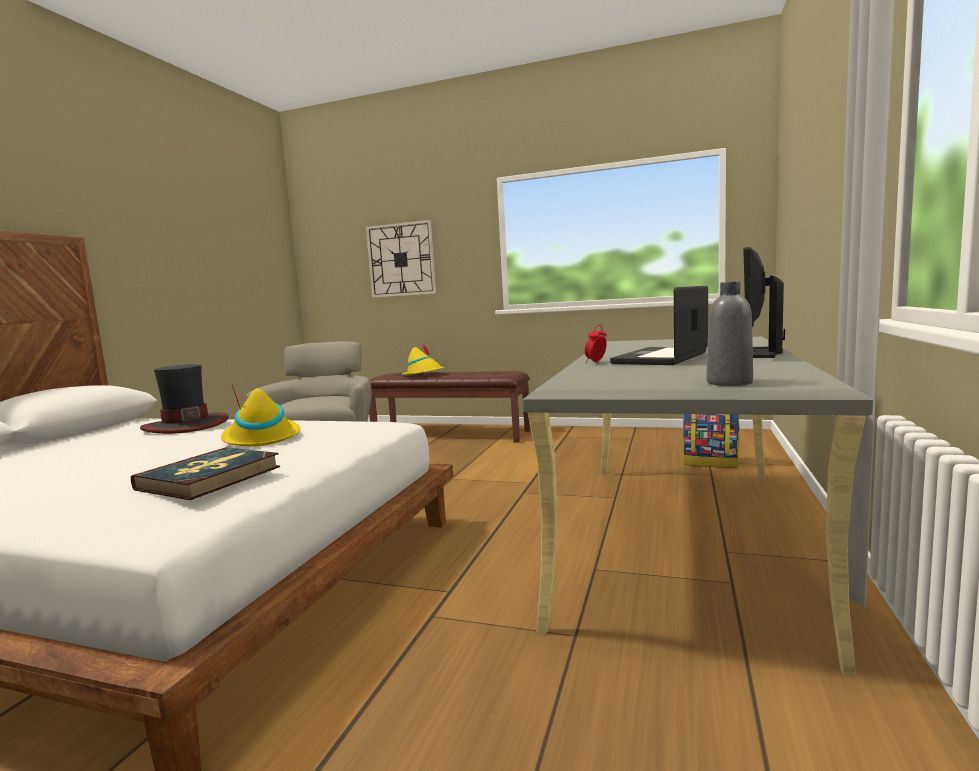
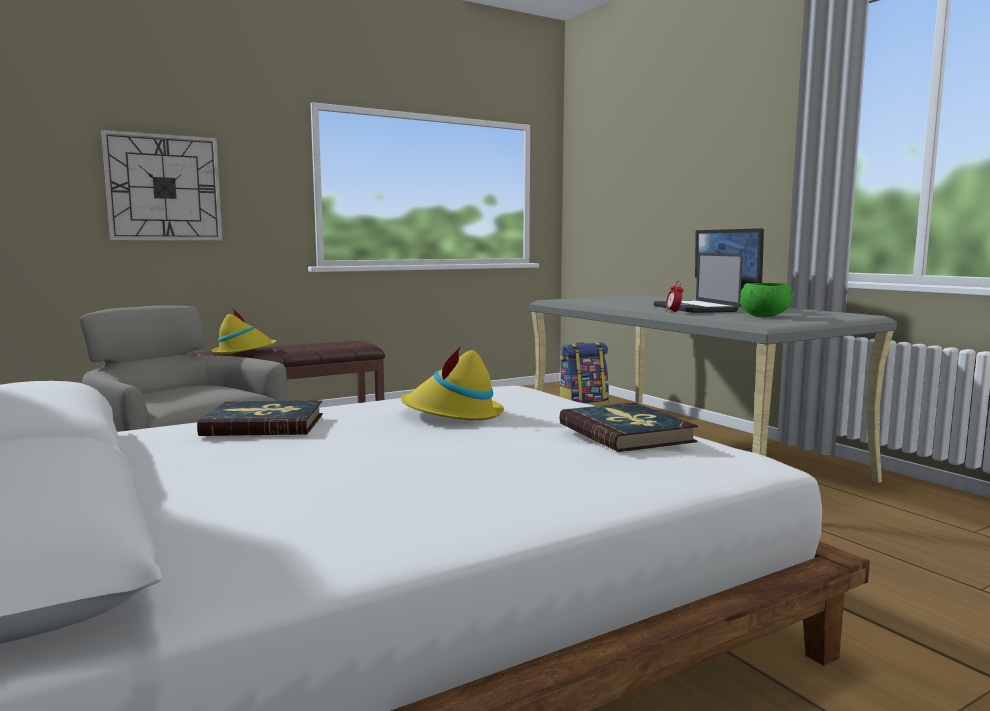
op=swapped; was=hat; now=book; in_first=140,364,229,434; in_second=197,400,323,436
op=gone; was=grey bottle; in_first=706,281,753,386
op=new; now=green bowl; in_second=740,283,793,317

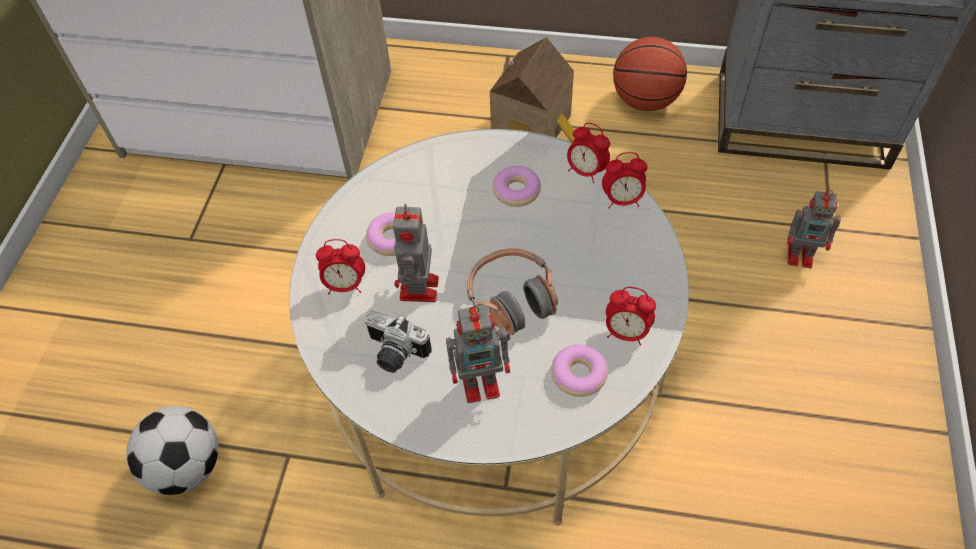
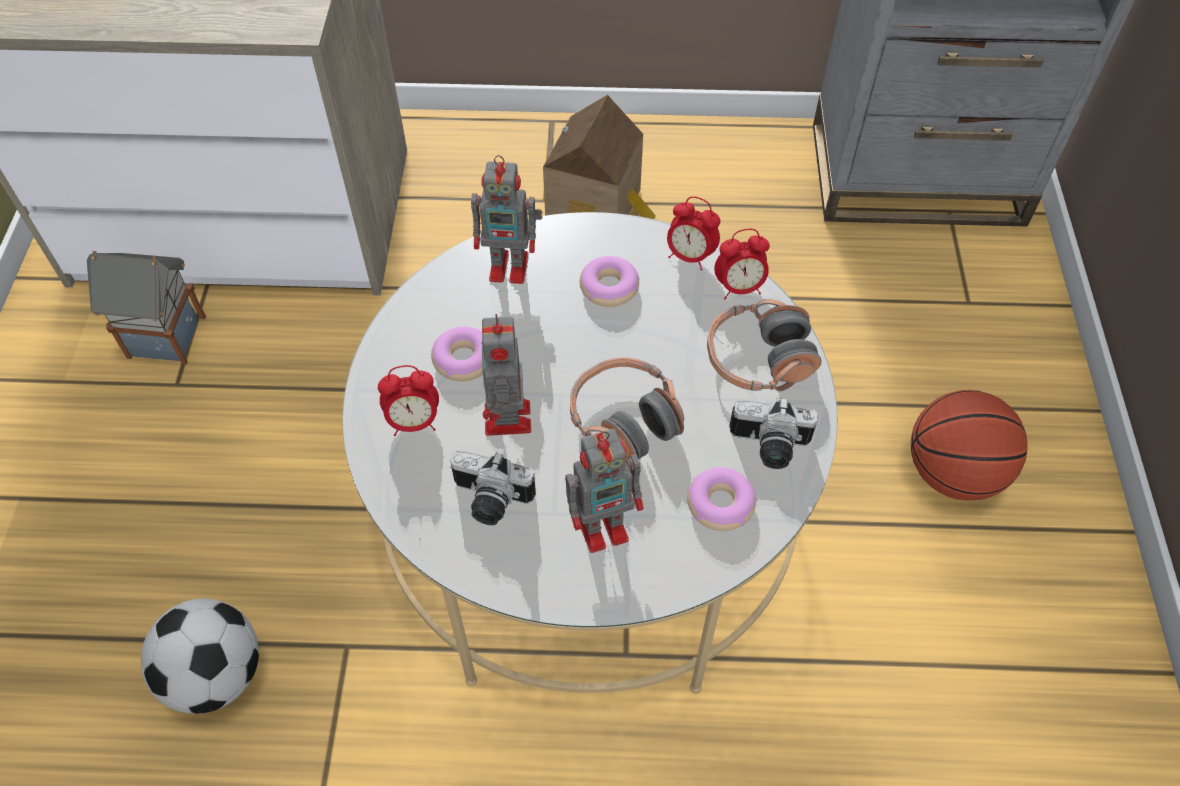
op=swapped; was=alarm clock; now=photo camera; in_first=606,287,656,346; in_second=729,397,818,469
op=shifted; was=basketball; in_first=613,37,687,111; in_second=911,390,1028,501
op=shifted; was=toy robot; in_first=787,190,841,268; in_second=471,155,543,284
op=new; now=toy house; in_second=87,251,206,365
op=new; now=headphones; in_second=707,299,822,392

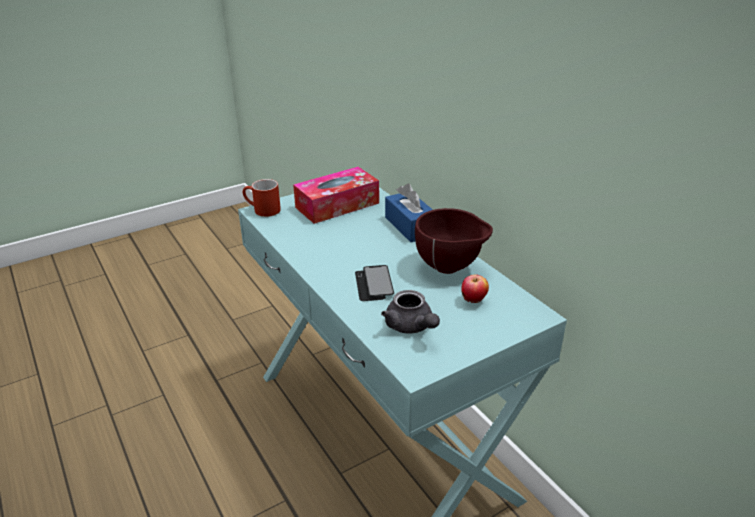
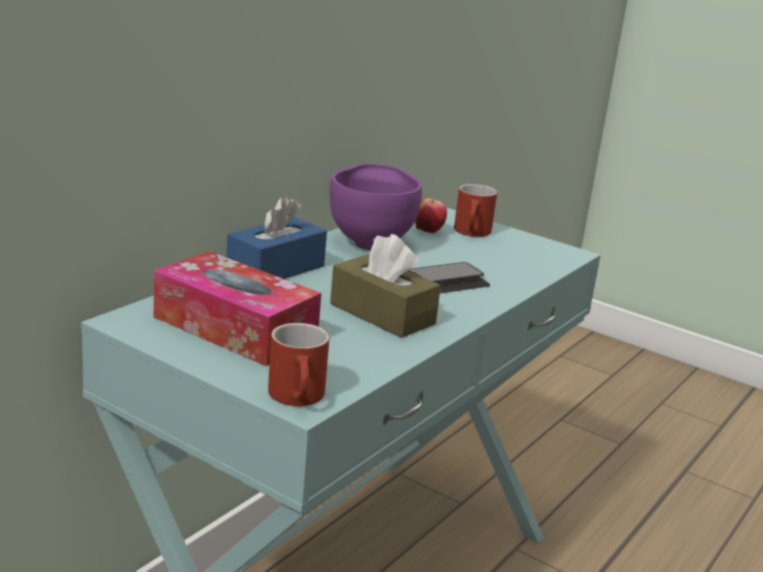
op=gone; was=grey teapot; in_first=381,290,440,334
op=repainted; was=brown bowl; now=purple bowl; in_first=415,208,493,274; in_second=330,163,422,250
op=new; now=brown tissue box; in_second=330,234,441,338
op=new; now=red mug; in_second=454,184,497,237

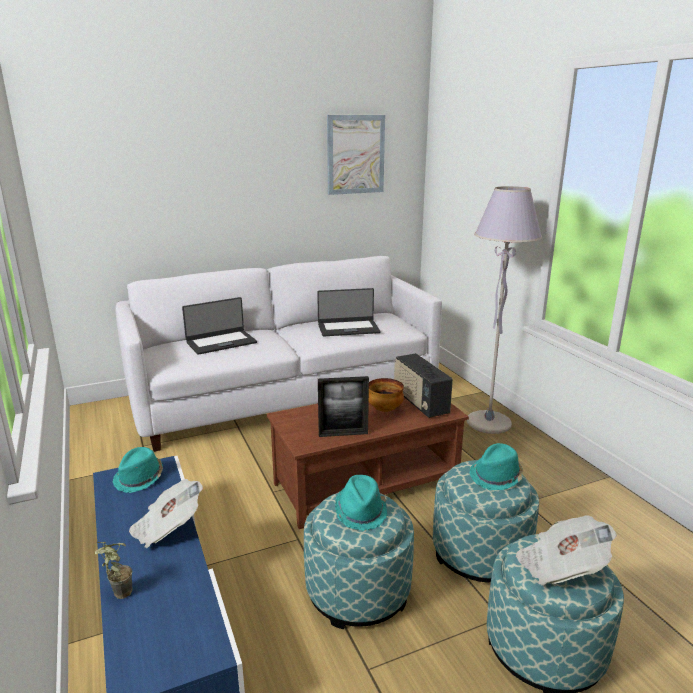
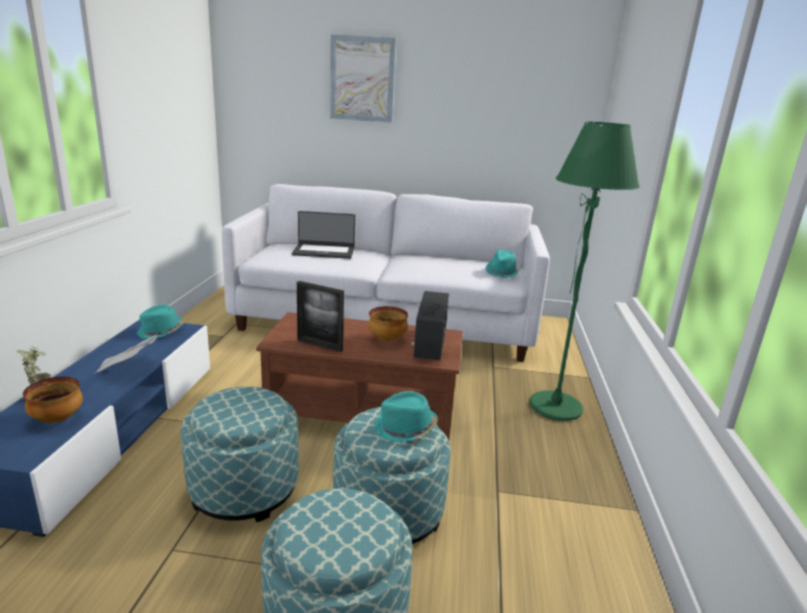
op=gone; was=laptop; in_first=317,288,381,337
op=shifted; was=picture; in_first=327,115,385,195; in_second=330,34,396,123
op=shifted; was=turquoise hat; in_first=335,475,387,531; in_second=485,250,520,278
op=repainted; was=grey floor lamp; now=green floor lamp; in_first=467,186,542,434; in_second=529,122,639,421
op=gone; was=newspaper; in_first=516,515,617,586
op=new; now=bowl; in_second=23,377,83,423

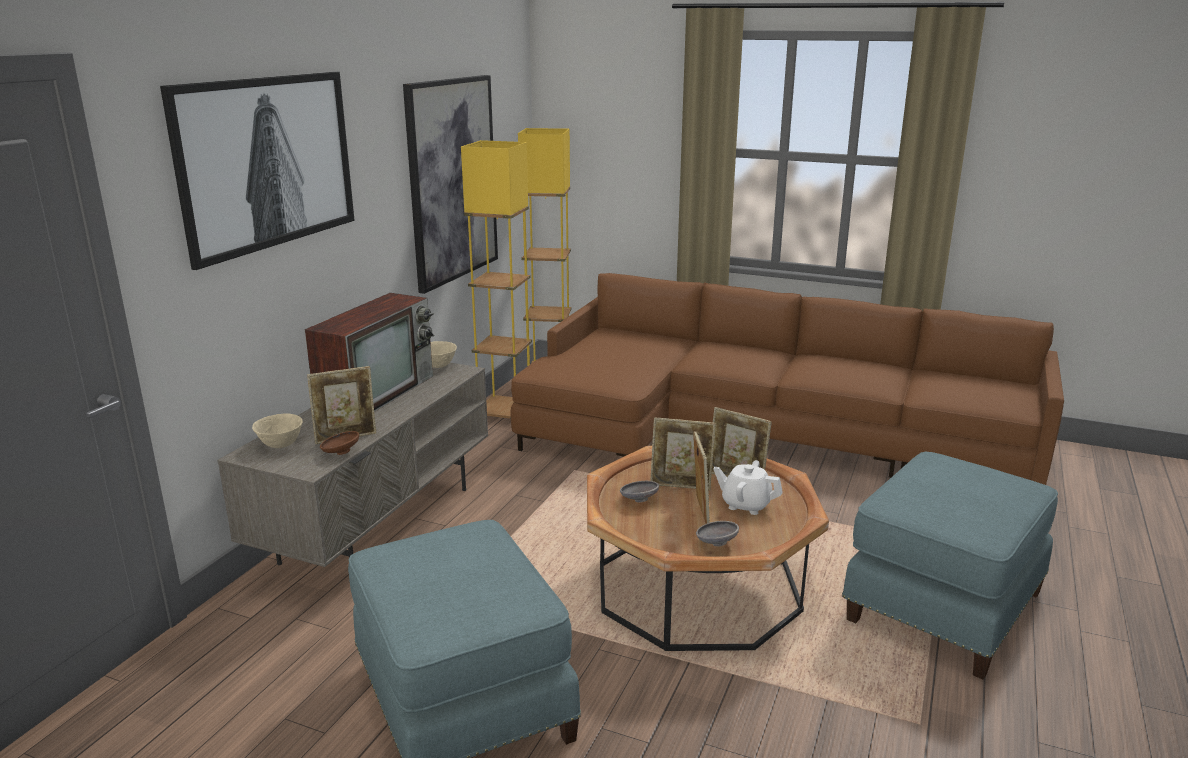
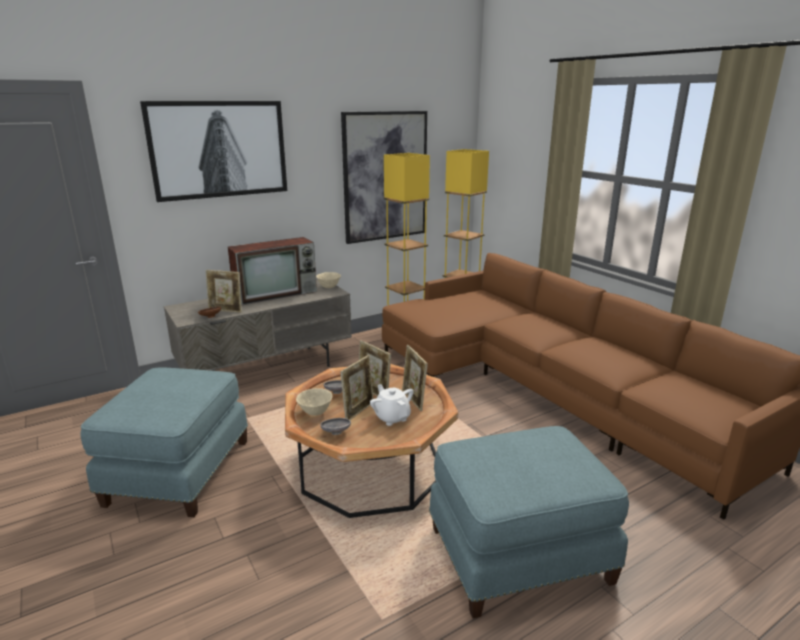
op=shifted; was=beige bowl; in_first=252,414,303,448; in_second=296,388,332,416

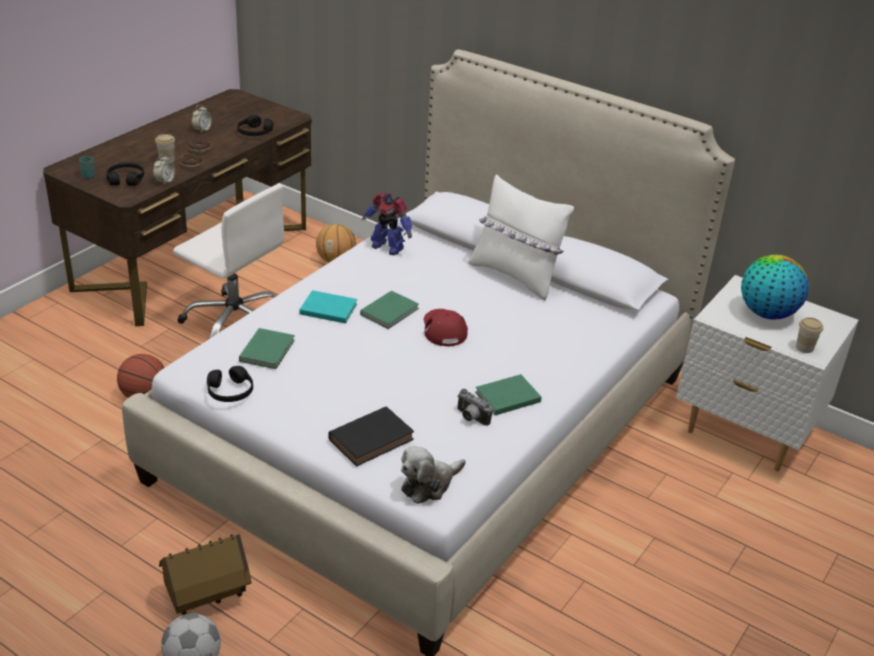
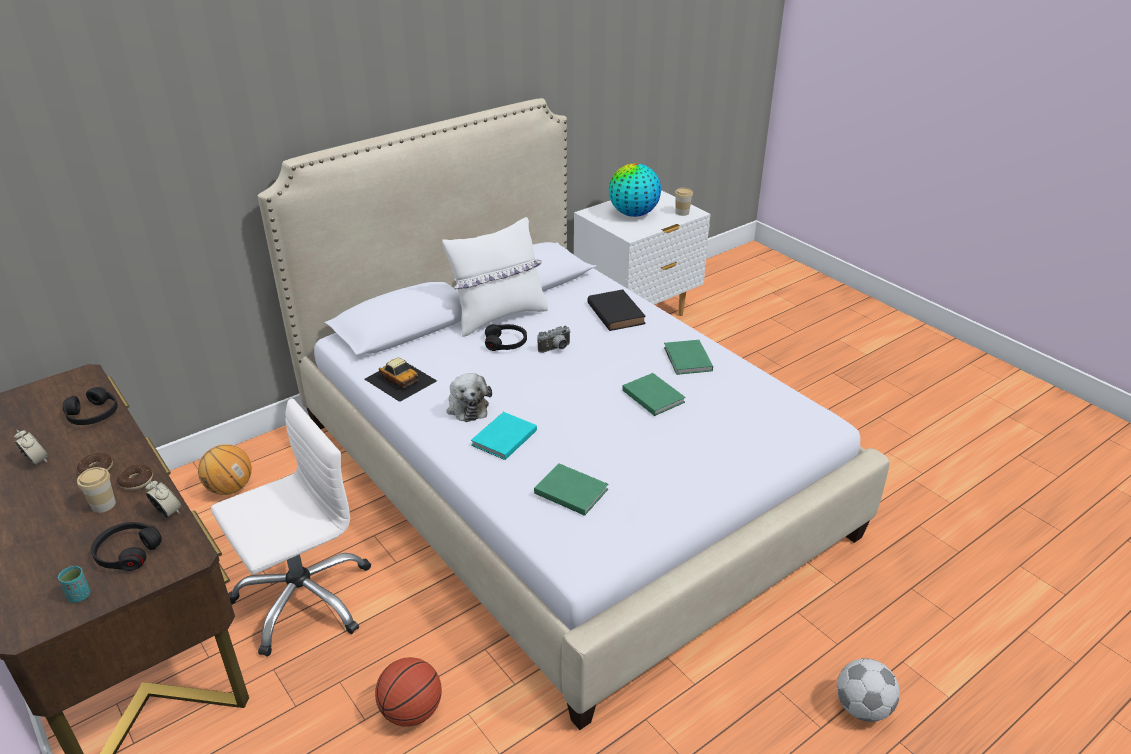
op=gone; was=toy house; in_first=159,534,252,615
op=shifted; was=black headphones; in_first=207,366,253,402; in_second=485,324,527,351
op=shifted; was=black book; in_first=328,406,414,466; in_second=587,290,646,331
op=shifted; was=green book; in_first=360,290,419,329; in_second=622,373,686,416
op=swapped; was=toy robot; now=toy car; in_first=362,192,412,255; in_second=364,358,437,402
op=shifted; was=plush toy; in_first=401,446,465,504; in_second=447,373,492,422
op=gone; was=red cap; in_first=424,309,468,346
op=shifted; was=photo camera; in_first=457,389,493,426; in_second=537,326,571,353

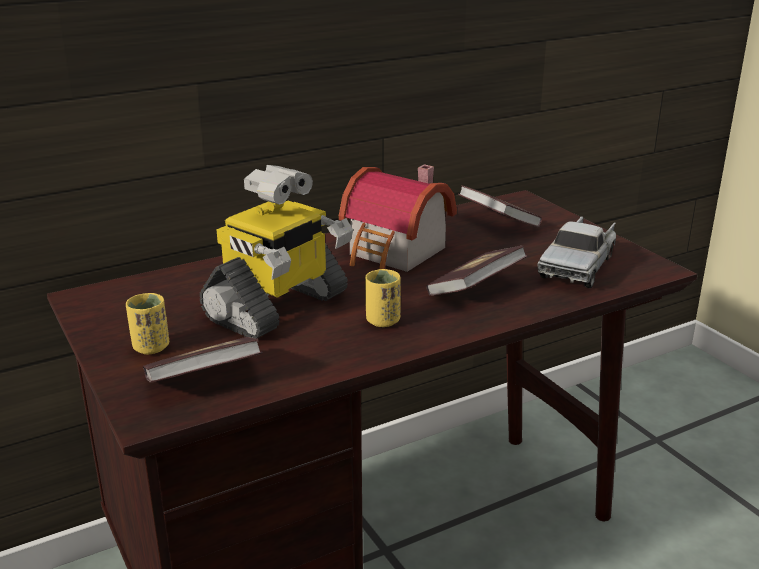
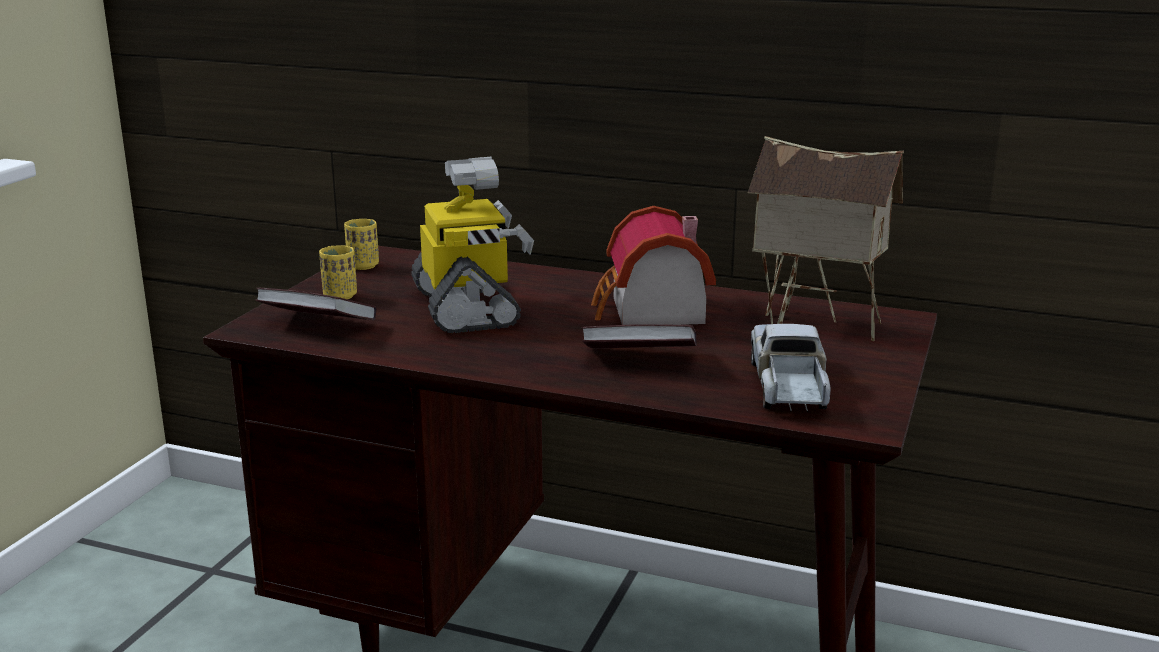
op=rotated; was=toy robot; in_first=200,165,353,339; in_second=411,157,534,333; clockwise=-105
op=shifted; was=yellow cup; in_first=365,269,401,327; in_second=344,219,379,270
op=swapped; was=book; now=toy house; in_first=458,185,542,227; in_second=748,136,904,341
op=rotated; was=toy truck; in_first=537,216,616,288; in_second=751,324,830,412; clockwise=105

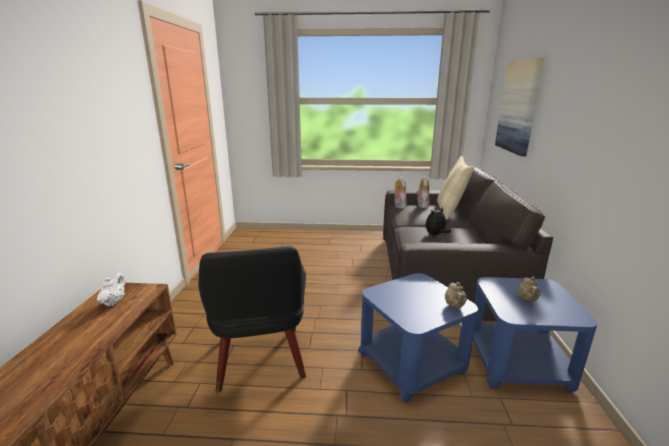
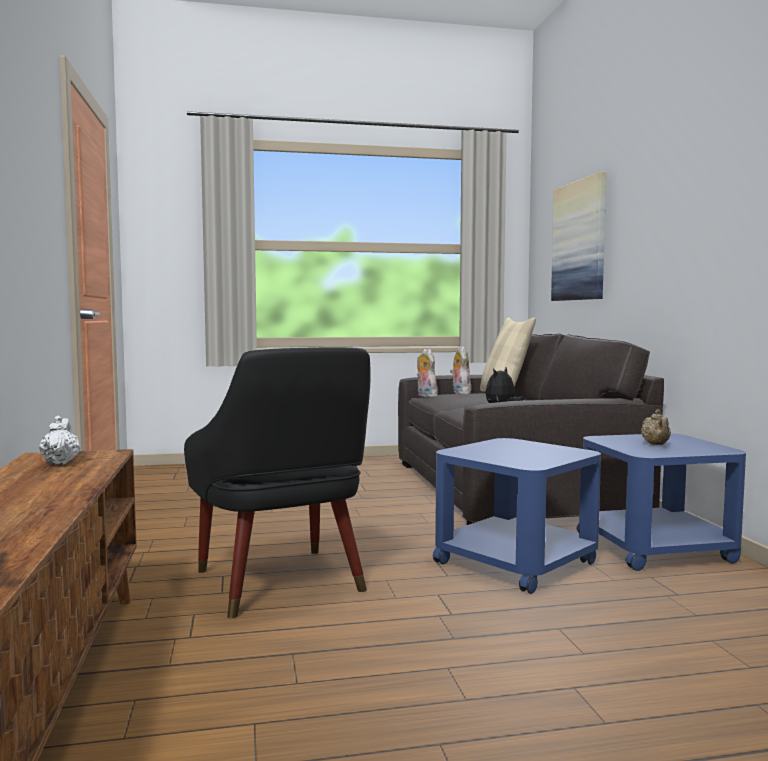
op=gone; was=beige teapot; in_first=445,282,467,309

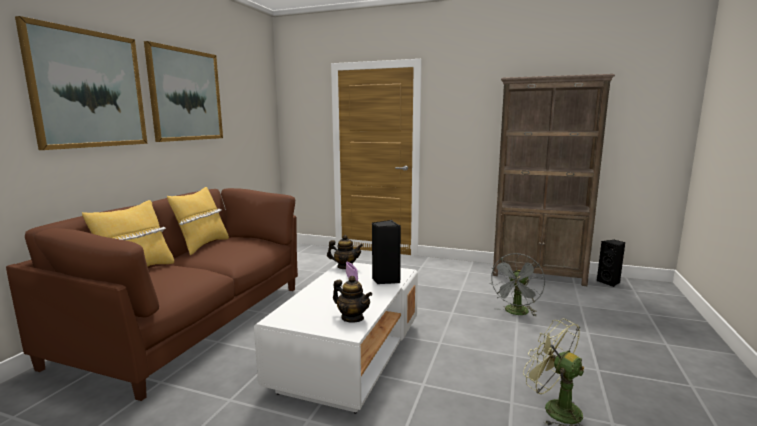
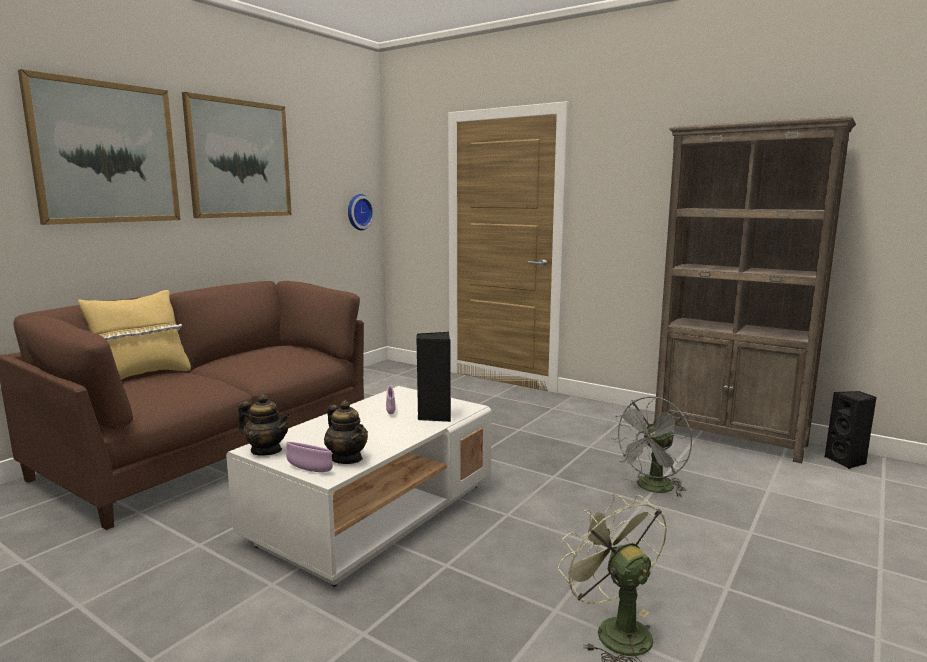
op=gone; was=yellow pillow; in_first=167,187,229,255
op=shifted; was=teapot; in_first=327,235,363,269; in_second=238,394,291,456
op=new; now=purple bowl; in_second=286,442,333,472
op=new; now=wall clock; in_second=348,194,375,230

